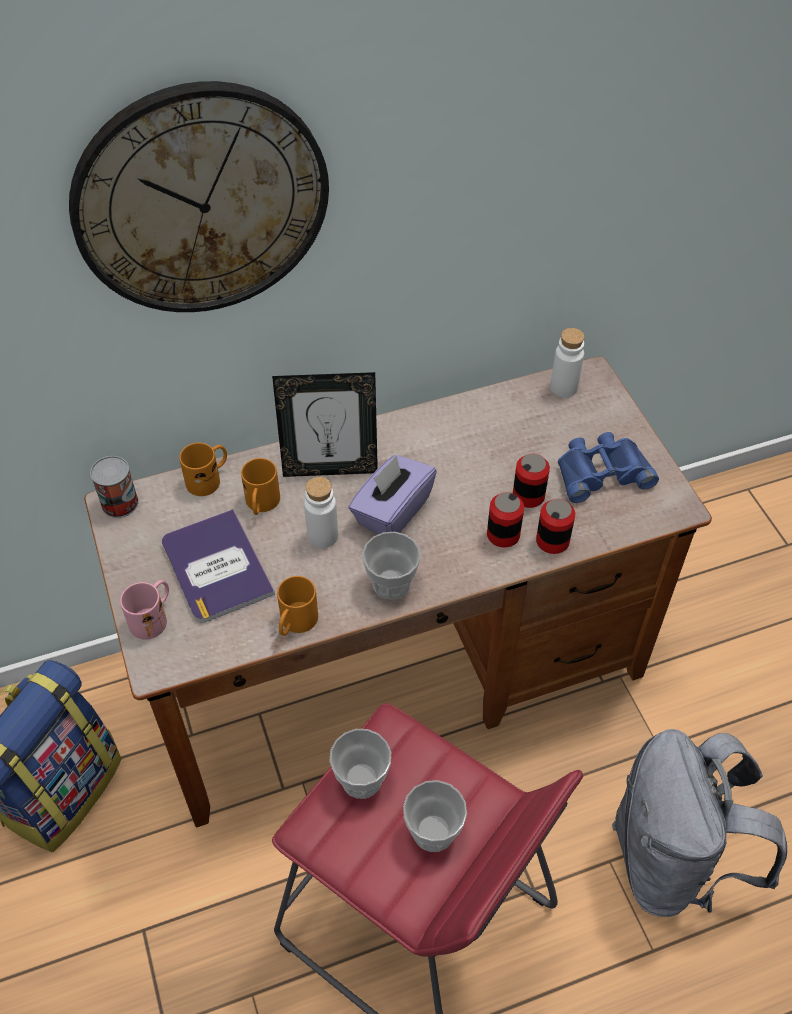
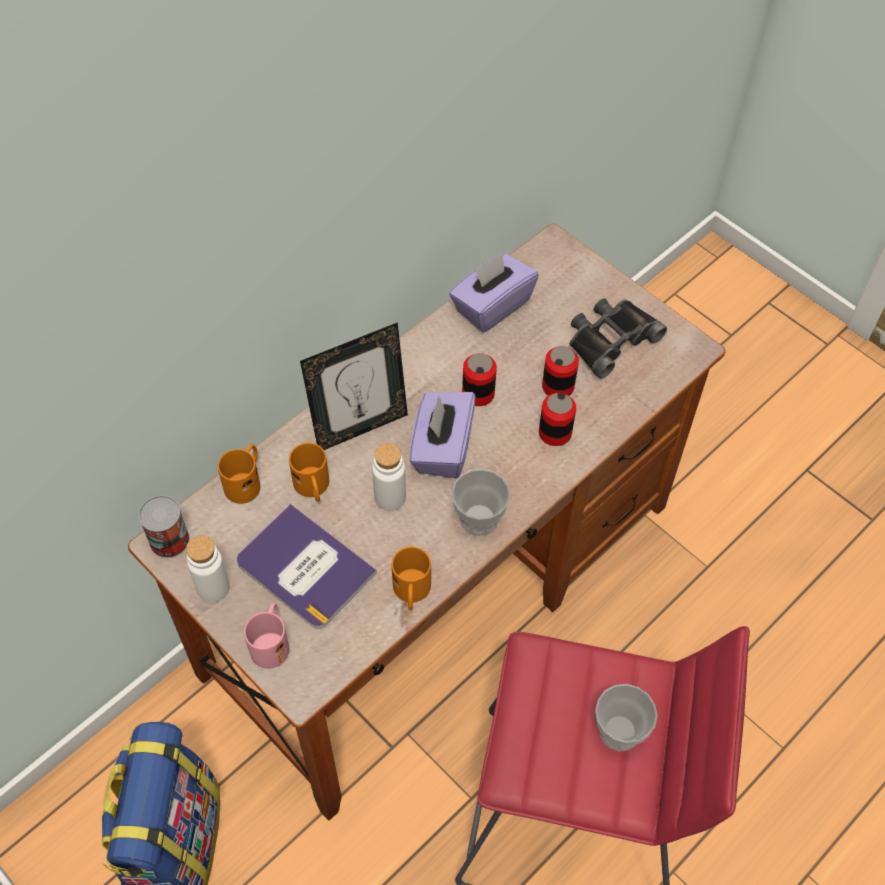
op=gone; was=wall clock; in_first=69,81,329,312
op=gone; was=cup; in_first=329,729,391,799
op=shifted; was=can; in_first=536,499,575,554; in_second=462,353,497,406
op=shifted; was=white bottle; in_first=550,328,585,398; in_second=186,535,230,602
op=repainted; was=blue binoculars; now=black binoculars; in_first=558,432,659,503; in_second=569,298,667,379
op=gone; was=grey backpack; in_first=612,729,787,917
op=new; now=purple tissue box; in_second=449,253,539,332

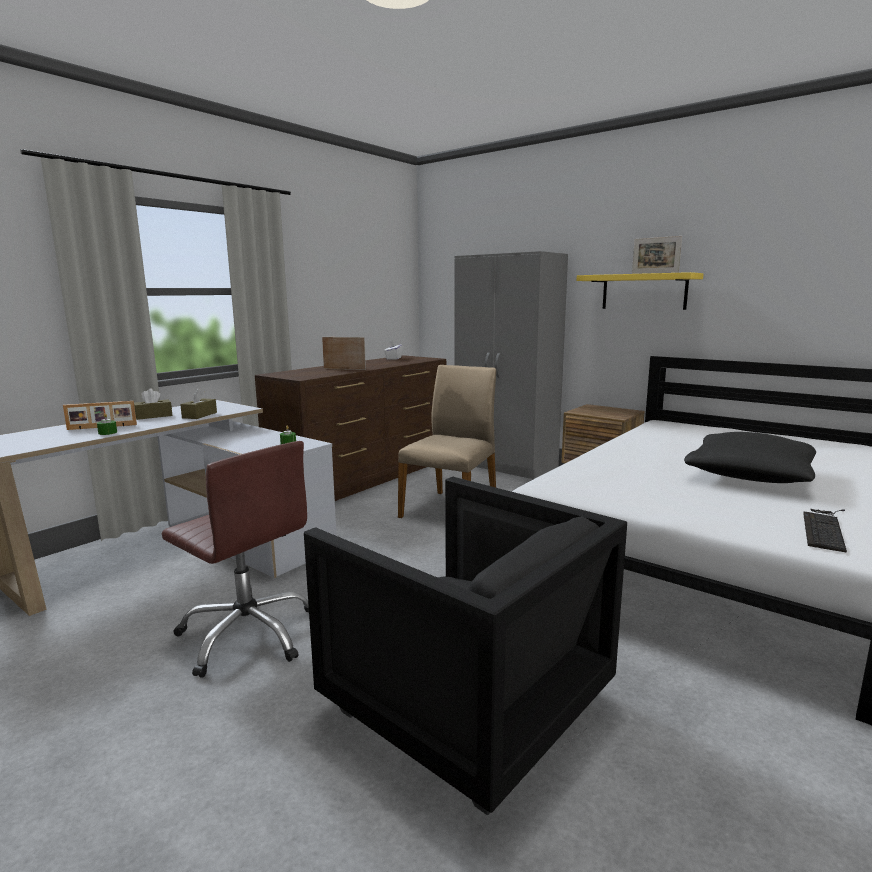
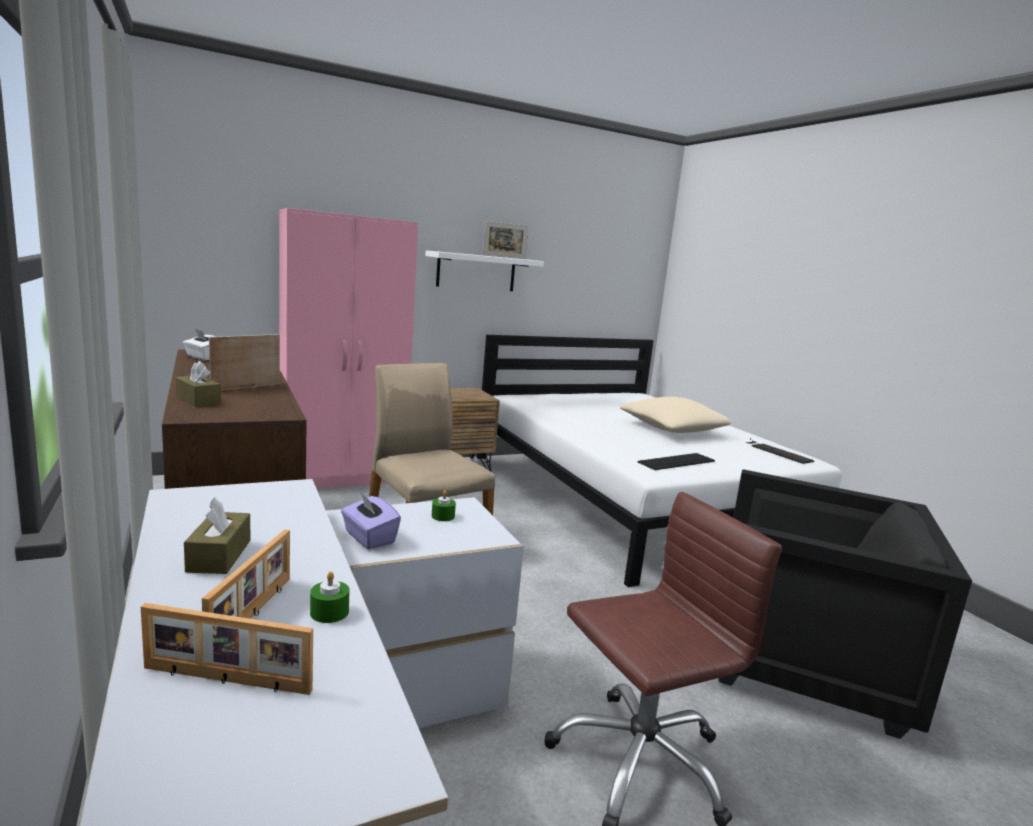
op=shifted; was=brown tissue box; in_first=180,388,217,419; in_second=176,361,221,407
op=rotated; was=black armchair; in_first=304,477,627,815; in_second=718,469,972,739; clockwise=45
op=repainted; was=grey wardrobe; now=pink wardrobe; in_first=454,251,568,480; in_second=279,208,418,489
op=repainted; was=yellow shelf; now=white shelf; in_first=576,272,704,310; in_second=425,250,544,291
op=repainted; was=black pillow; now=beige pillow; in_first=684,432,816,483; in_second=620,397,731,433
op=new; now=picture frame; in_second=141,603,313,695
op=new; now=purple tissue box; in_second=341,492,401,549
op=new; now=keyboard; in_second=637,453,715,470

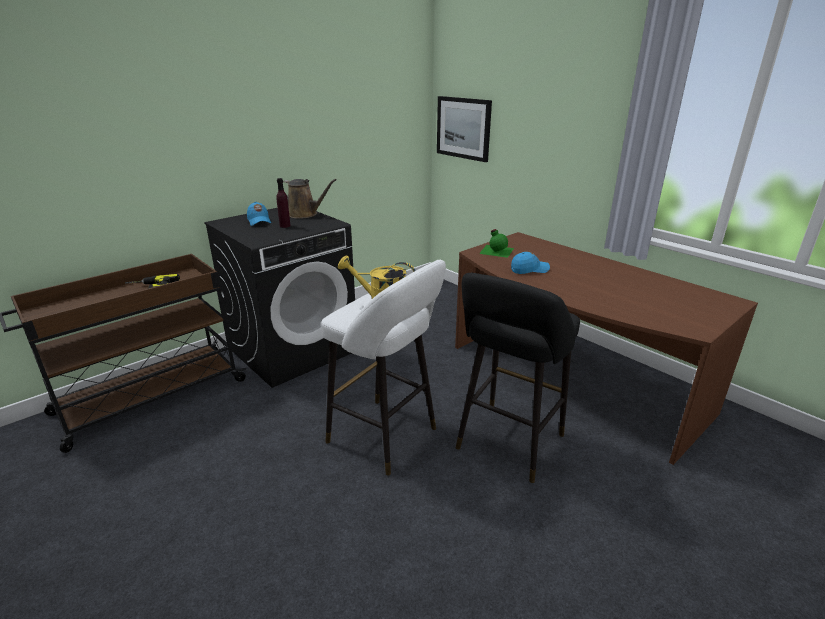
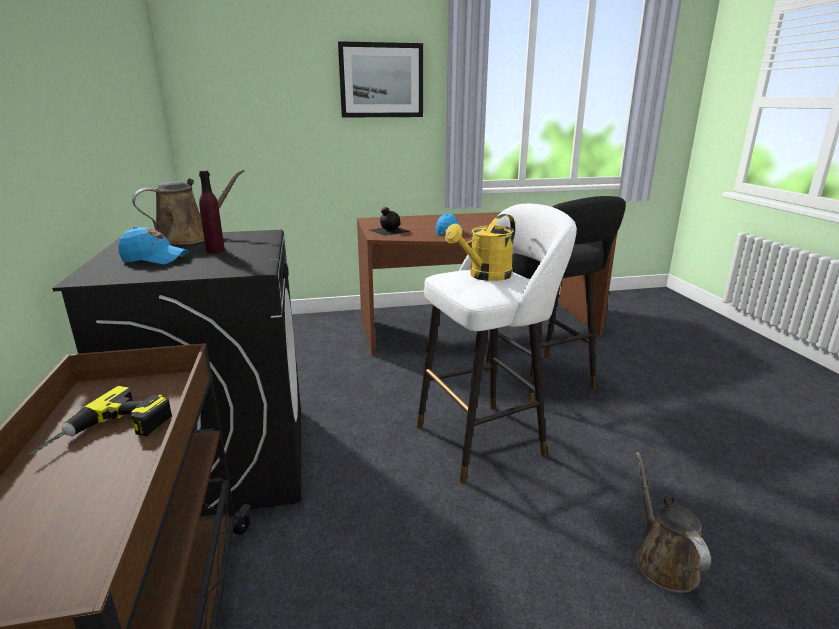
op=shifted; was=picture; in_first=437,96,492,162; in_second=338,41,423,117
op=repainted; was=green bottle; now=black bottle; in_first=479,229,514,258; in_second=369,207,410,236
op=new; now=brown watering can; in_second=636,452,711,593

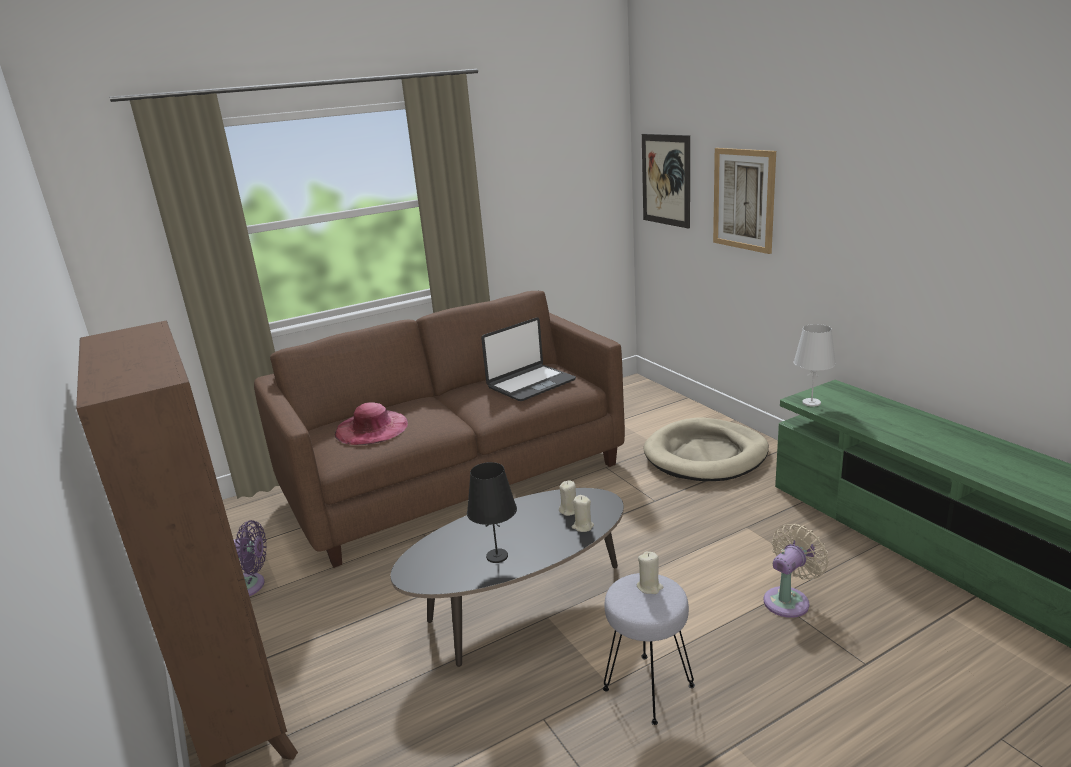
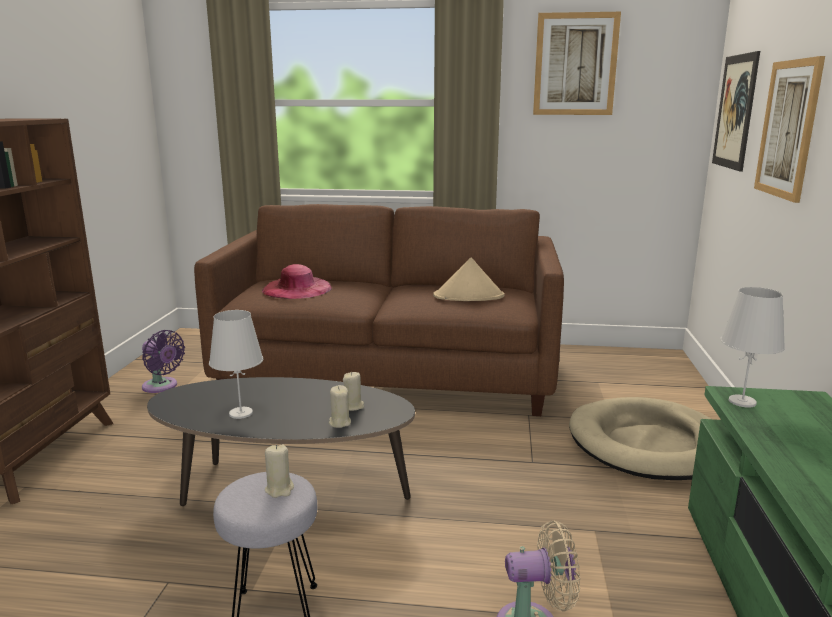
op=repainted; was=black table lamp; now=white table lamp; in_first=467,462,517,563; in_second=209,310,263,419
op=swapped; was=laptop; now=beige hat; in_first=481,318,576,401; in_second=433,257,505,301
op=new; now=picture; in_second=533,12,621,115

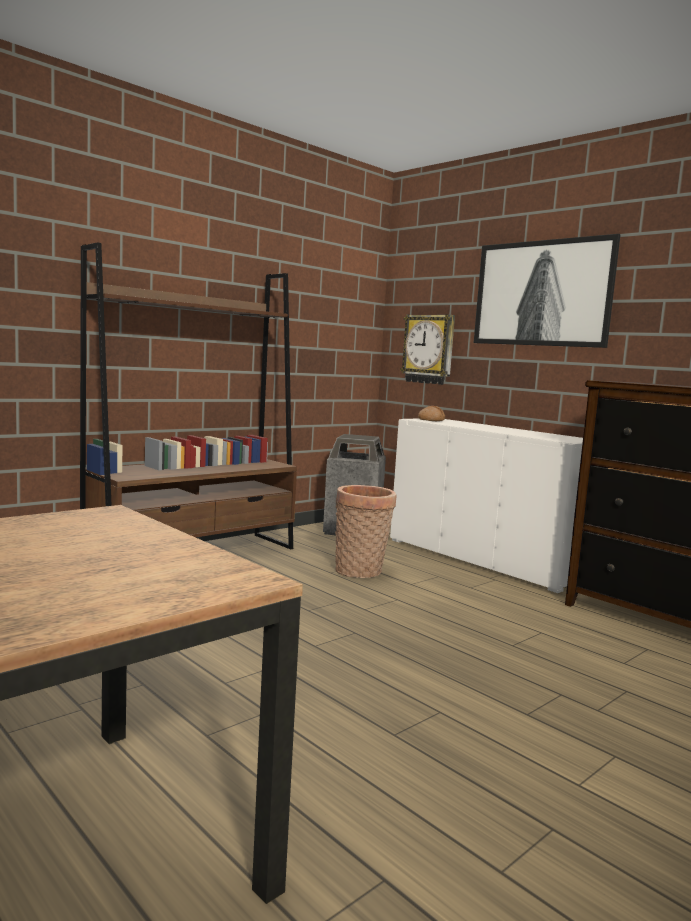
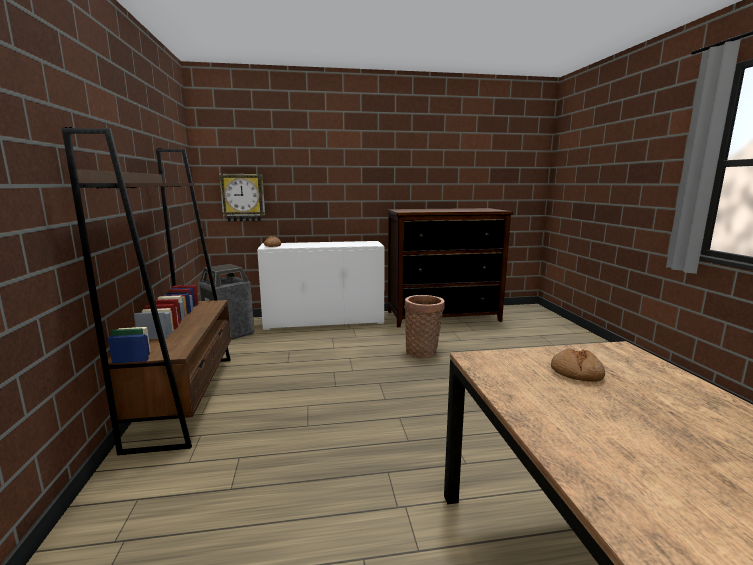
op=shifted; was=basket; in_first=335,485,396,578; in_second=404,295,445,358
op=gone; was=picture; in_first=474,234,621,348
op=new; now=bread; in_second=551,348,605,382

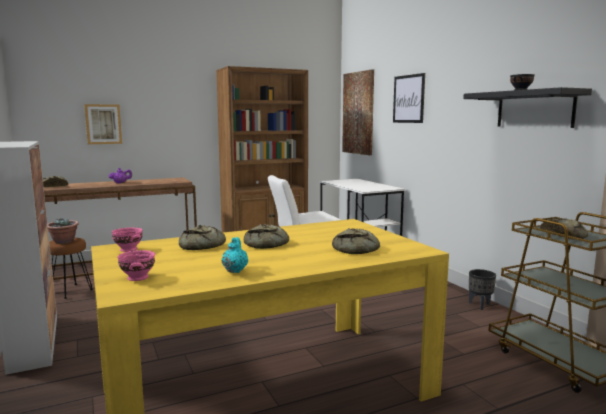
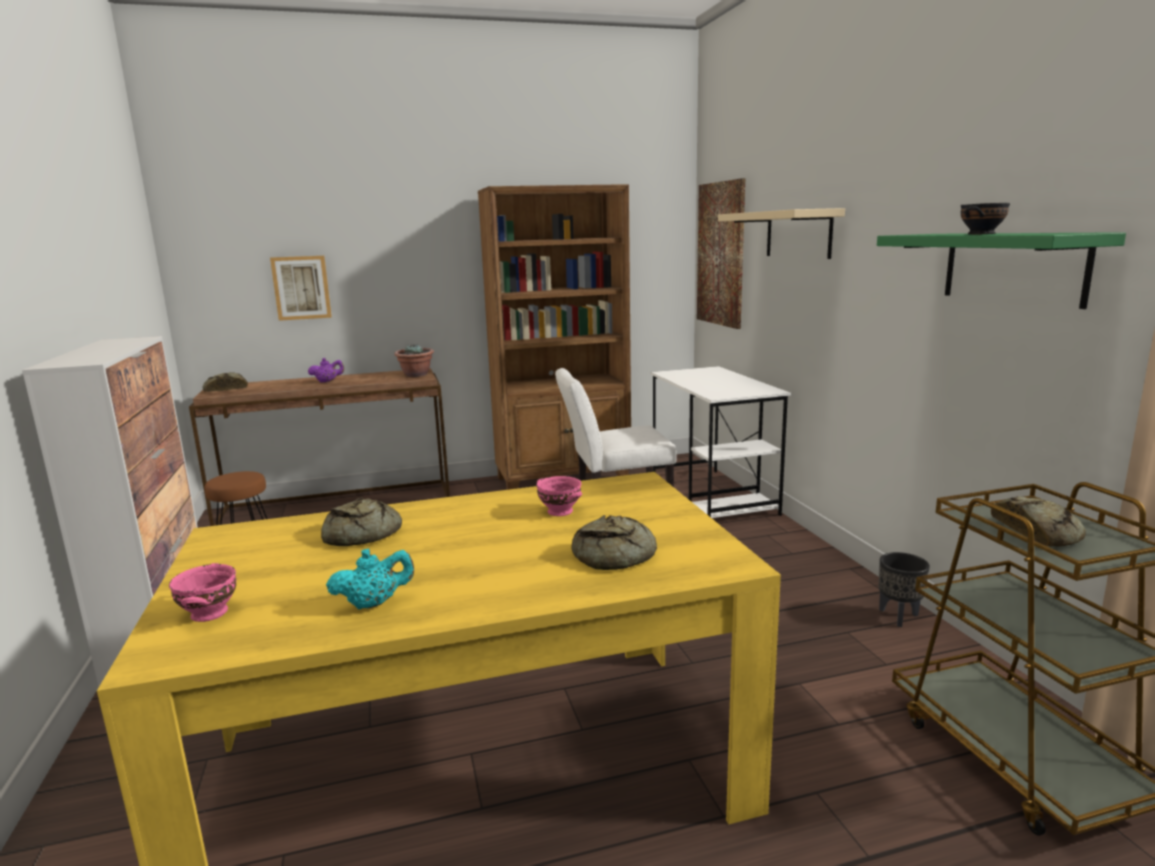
op=shifted; was=potted plant; in_first=47,218,79,244; in_second=394,344,434,377
op=shifted; was=pink bowl; in_first=111,227,143,252; in_second=536,476,582,516
op=rotated; was=turquoise teapot; in_first=222,237,248,273; in_second=326,549,414,609; clockwise=60
op=gone; was=bread; in_first=244,224,289,249
op=swapped; was=picture; now=beige shelf; in_first=393,73,425,123; in_second=718,208,845,259
op=repainted; was=black shelf; now=green shelf; in_first=463,87,592,128; in_second=877,232,1126,309

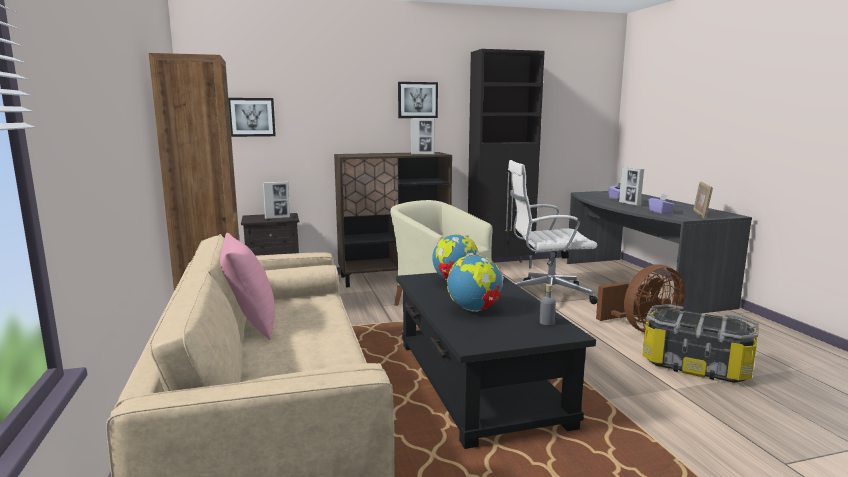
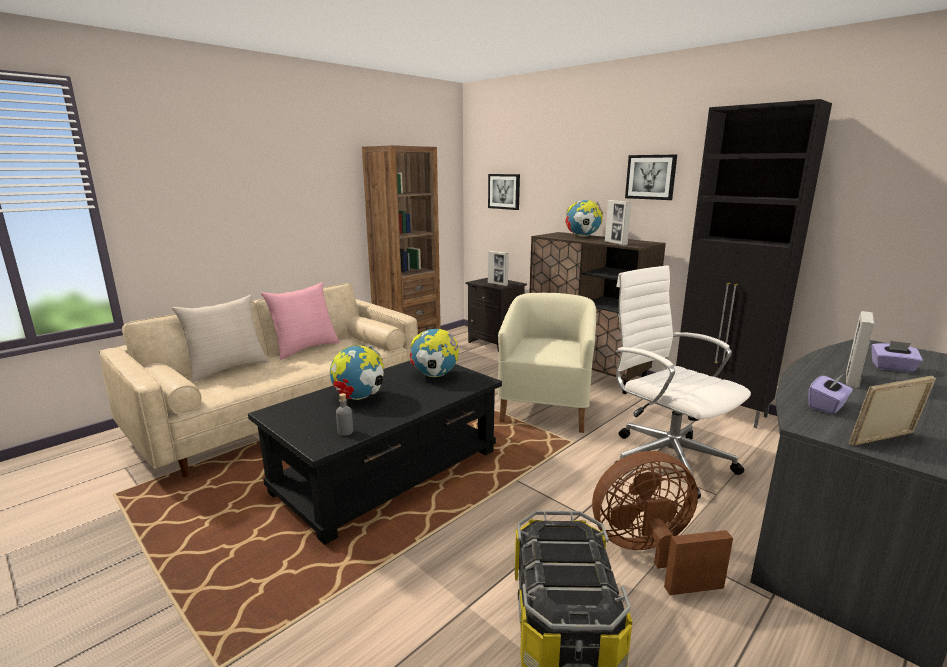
op=rotated; was=brown fan; in_first=596,264,685,332; in_second=592,451,733,595; clockwise=135
op=new; now=beige pillow; in_second=172,295,270,382
op=new; now=globe; in_second=565,200,603,237

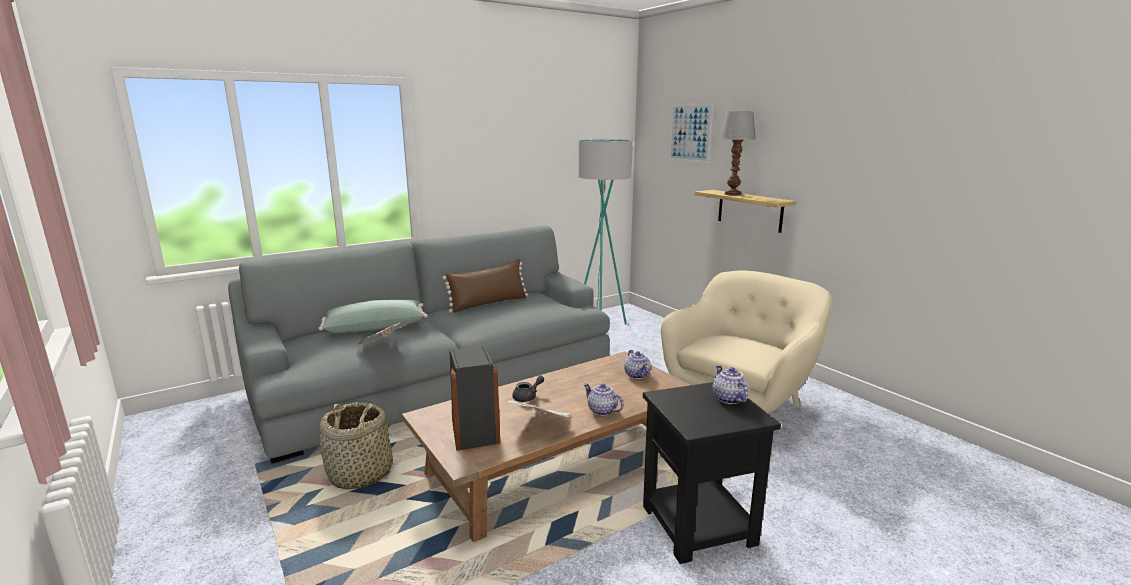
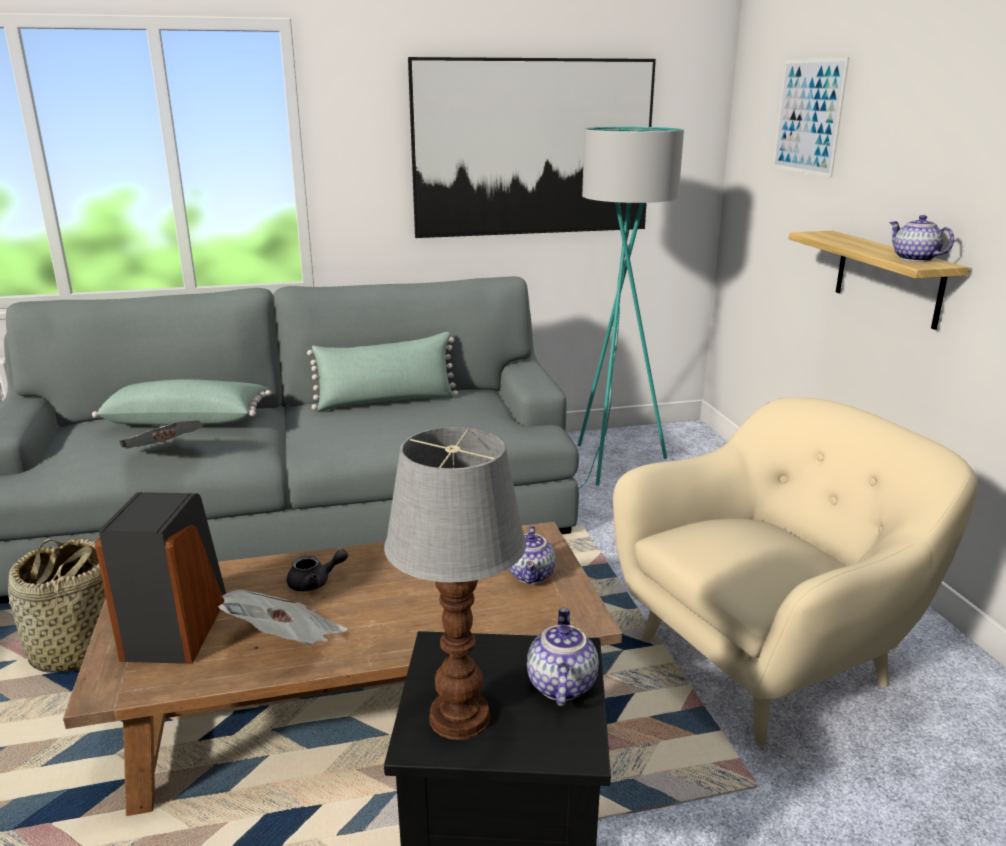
op=repainted; was=brown pillow; now=green pillow; in_first=442,259,528,313; in_second=307,332,458,411
op=shifted; was=teapot; in_first=583,383,624,416; in_second=890,215,954,262
op=shifted; was=table lamp; in_first=719,111,756,196; in_second=384,427,526,740
op=new; now=picture; in_second=408,57,656,238

